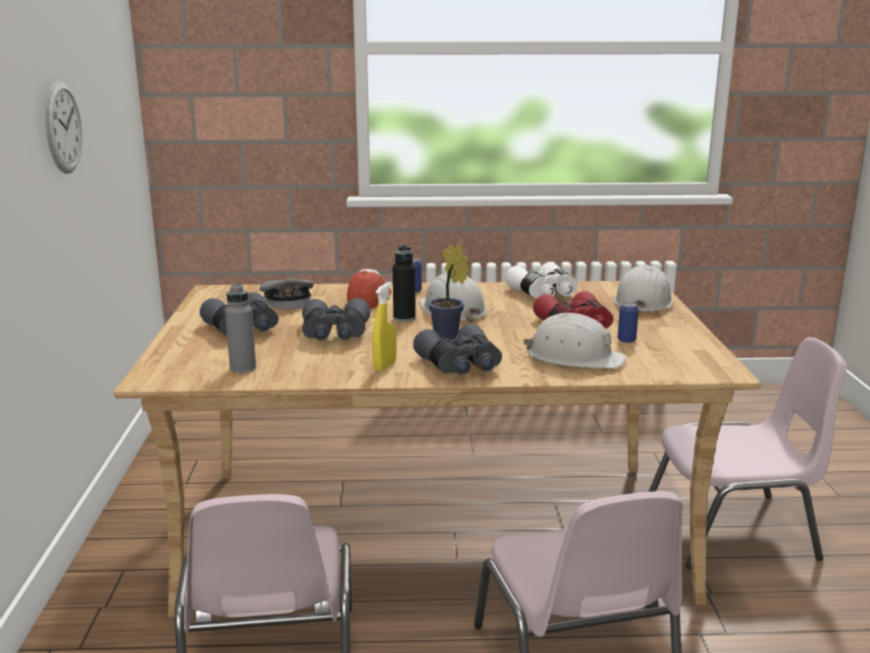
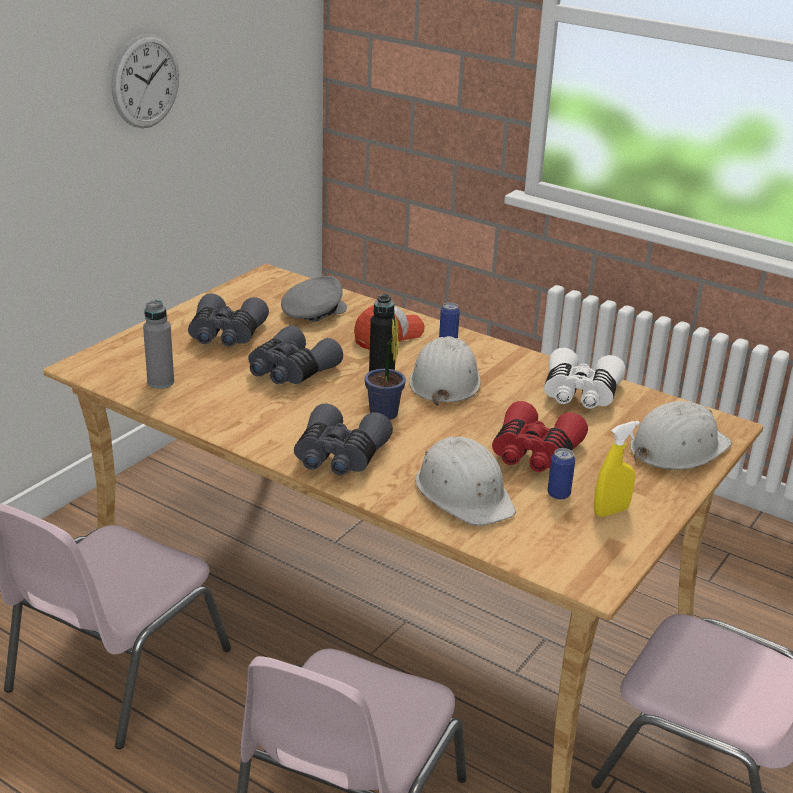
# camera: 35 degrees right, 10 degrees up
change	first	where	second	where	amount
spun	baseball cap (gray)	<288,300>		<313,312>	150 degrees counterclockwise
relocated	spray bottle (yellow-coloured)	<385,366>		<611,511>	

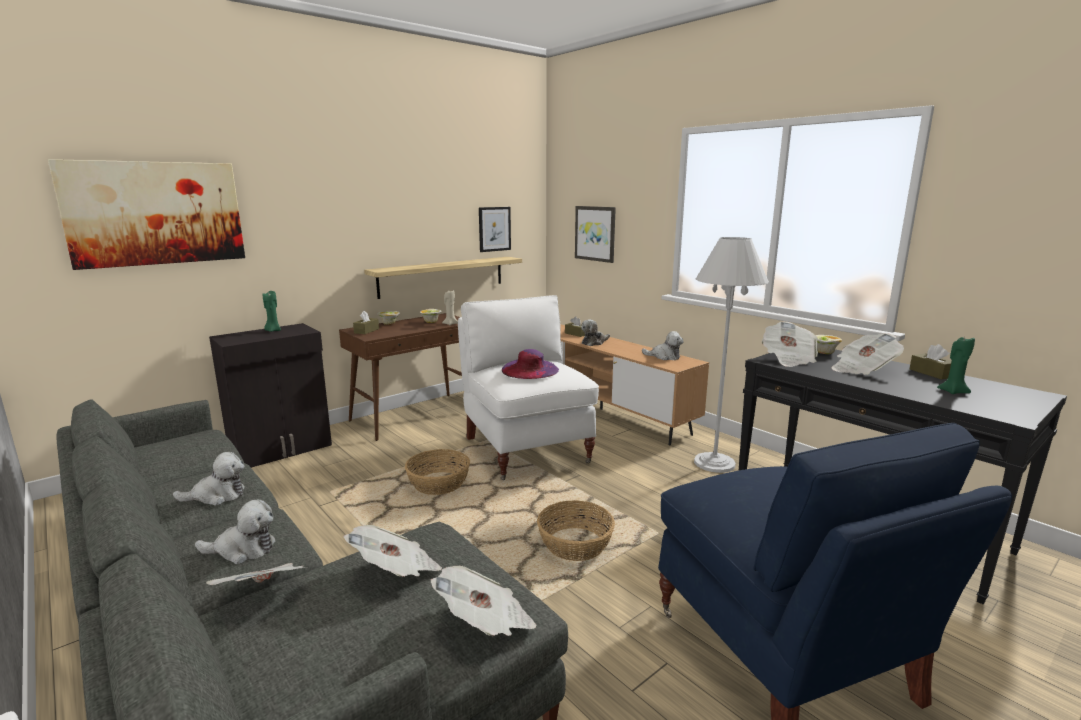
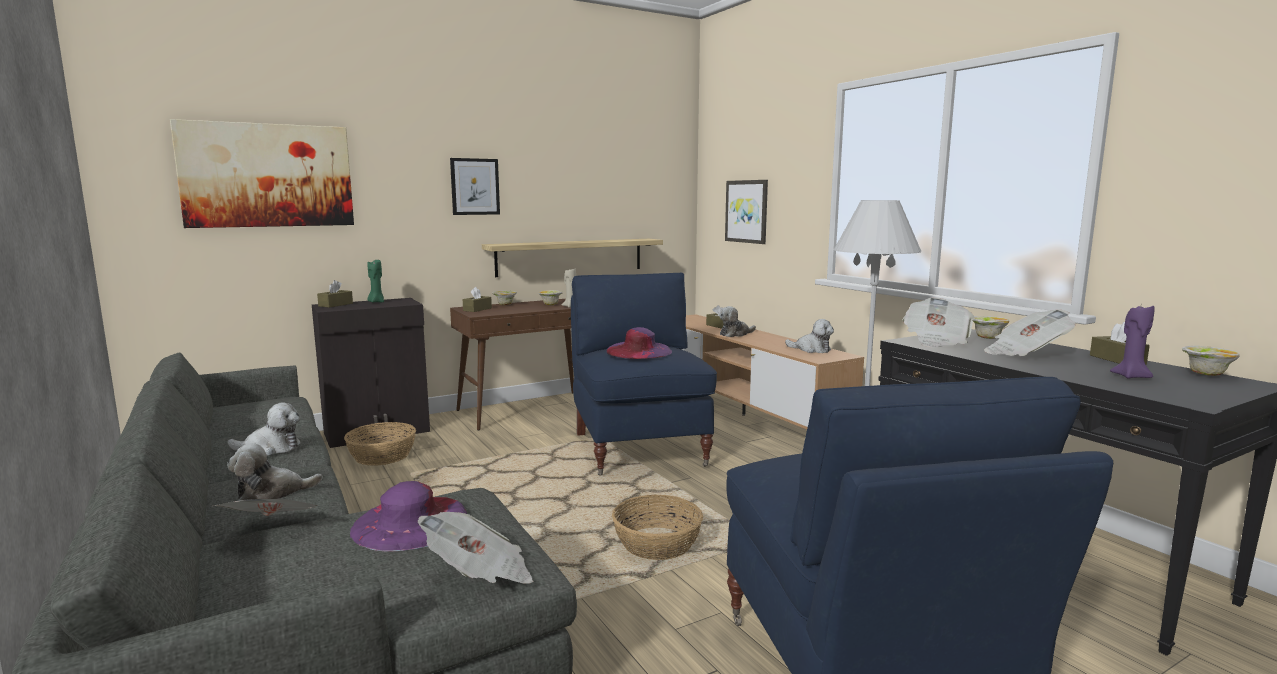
# camera: 10 degrees right, 5 degrees down
change	first	where	second	where	amount
relocated	picture	<494,229>		<475,186>	
colour	easy chair (white)	<526,449>	easy chair (blue-coloured)	<639,448>	
colour	wax light (green)	<953,391>	wax light (purple-coloured)	<1130,376>	
relocated	household basket	<439,483>		<382,456>	
spun	plush toy	<243,549>		<272,493>	150 degrees clockwise
exchanged	printed paper	<396,571>	hat (purple-coloured)	<410,522>	
appeared			tissue holder (brown)	<335,304>	
appeared			bowl	<1205,374>	

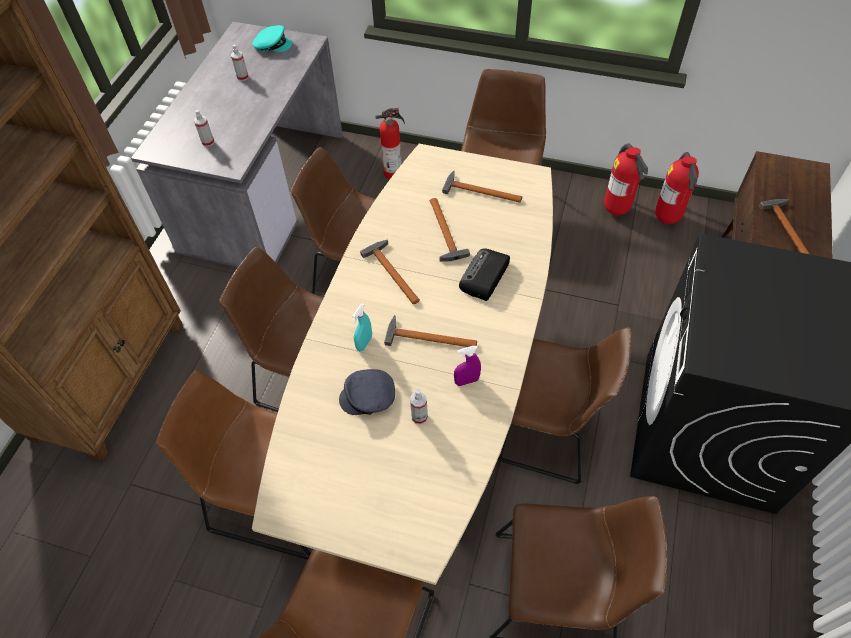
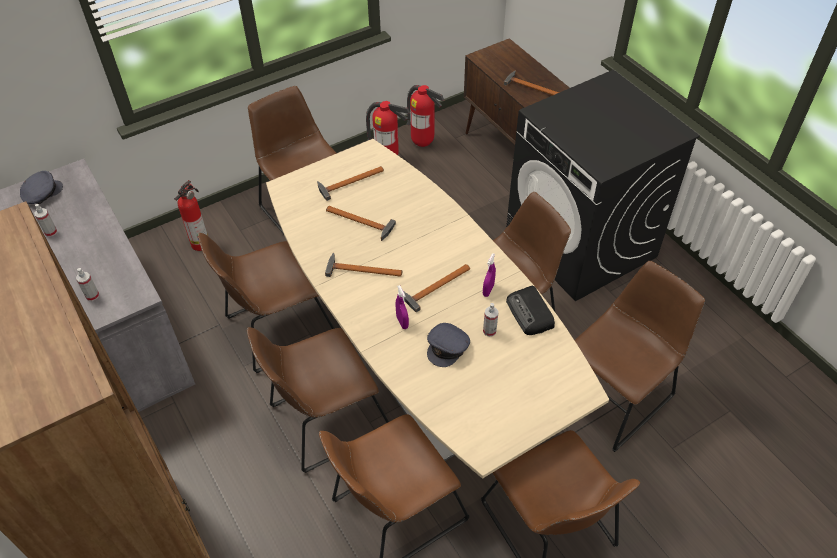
# camera: 50 degrees left, 5 degrees down
change	first	where	second	where	amount
colour	baseball cap (blue-green)	<272,45>	baseball cap (gray)	<41,193>	
relocated	radio set	<484,277>		<530,314>	
colour	spray bottle (blue-green)	<364,343>	spray bottle (purple-coloured)	<402,322>	

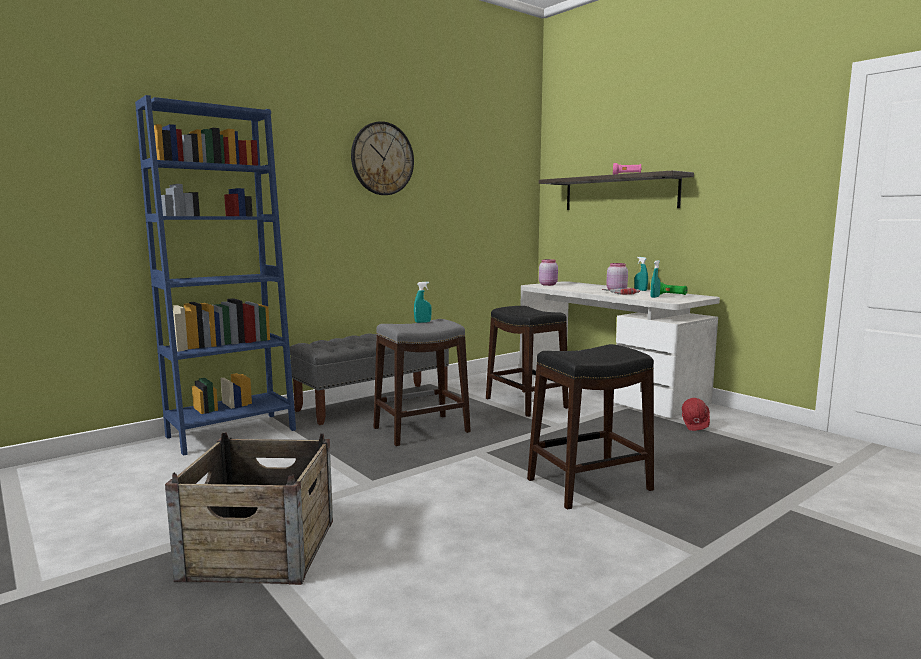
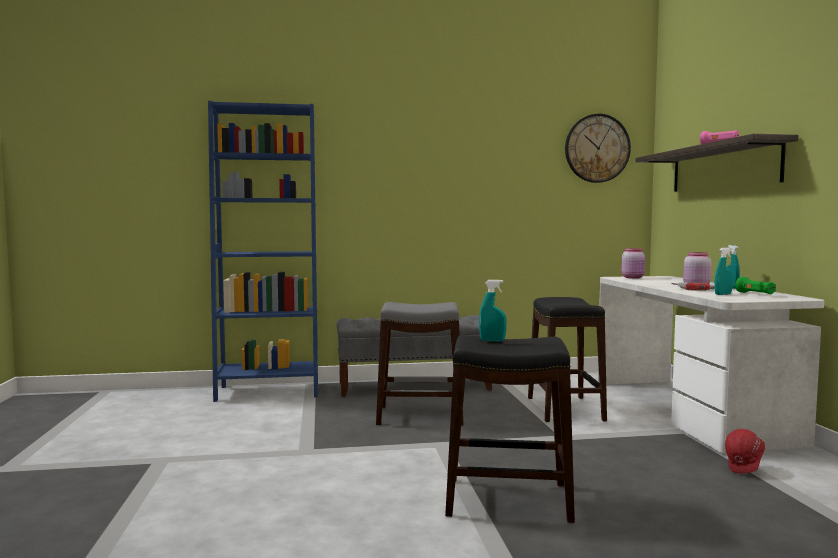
# camera: 30 degrees right, 5 degrees down
change	first	where	second	where	amount
relocated	wall clock	<382,159>		<597,148>	
relocated	spray bottle (blue-green)	<422,322>		<492,340>	
missing	crate	<260,548>			

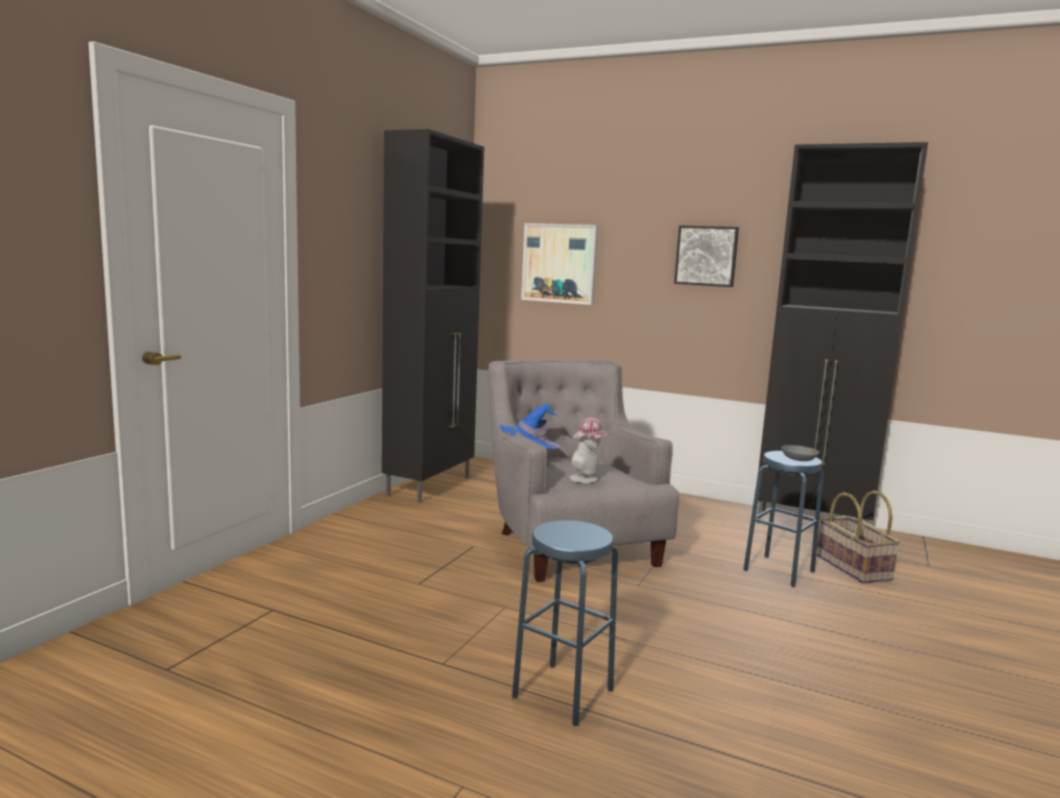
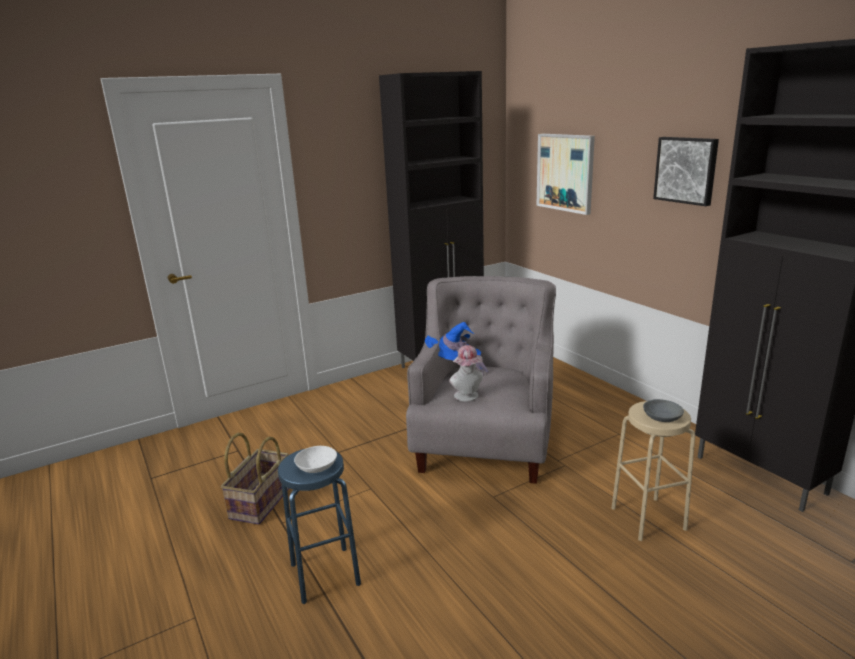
# camera: 35 degrees right, 10 degrees up
change	first	where	second	where	amount
colour	stool seat (blue-coloured)	<779,571>	stool seat (beige-coloured)	<648,518>	
relocated	household basket	<851,567>		<260,501>	
appeared			bowl (white)	<317,466>	

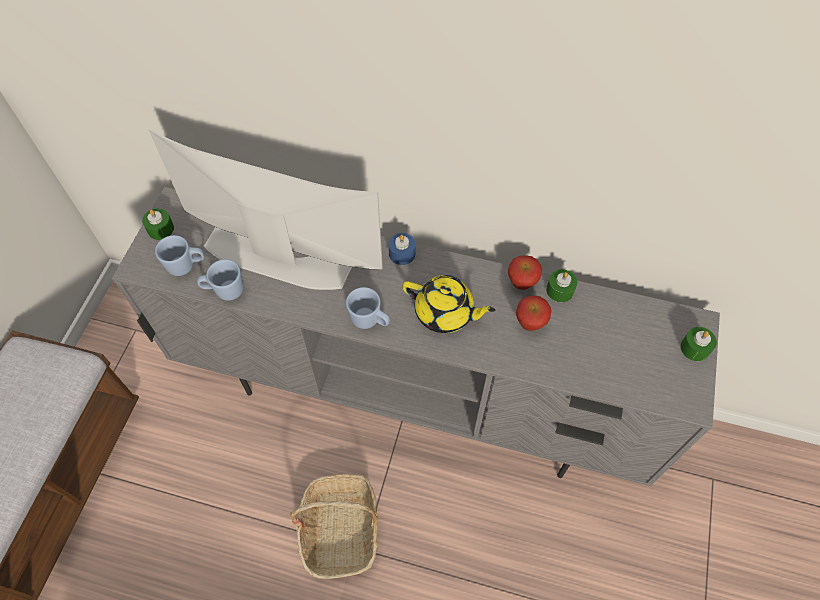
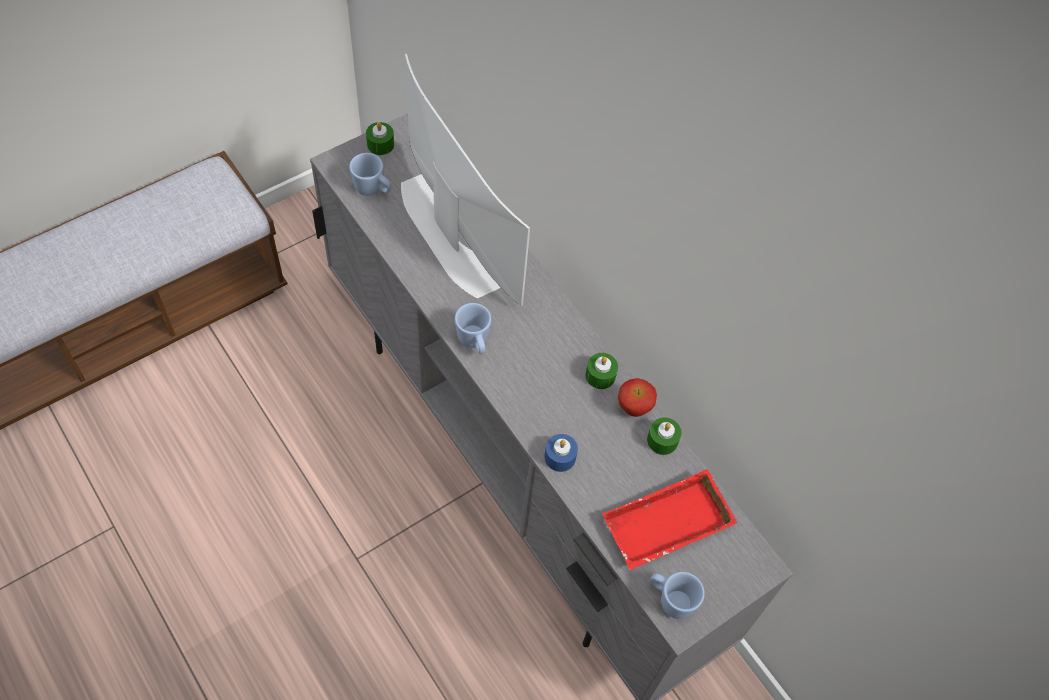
# camera: 35 degrees right, 0 degrees up
change	first	where	second	where	amount
relocated	wax light (blue-coloured)	<402,253>		<560,457>	
relocated	tea mug (blue-coloured)	<224,291>		<671,599>	
missing	tea pot (yellow-coloured)	<445,313>			
missing	apple fruit	<529,324>			
relocated	wax light (green)	<694,348>		<600,375>	
missing	household basket	<340,529>			
appeared			serving tray (reddish)	<667,528>	

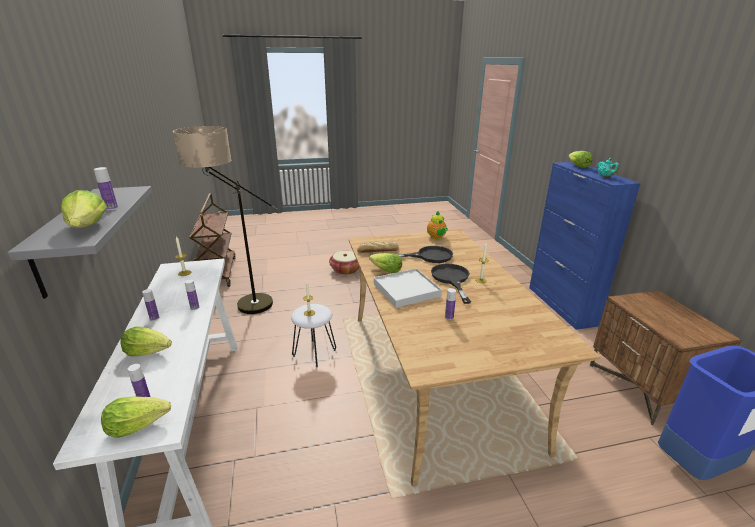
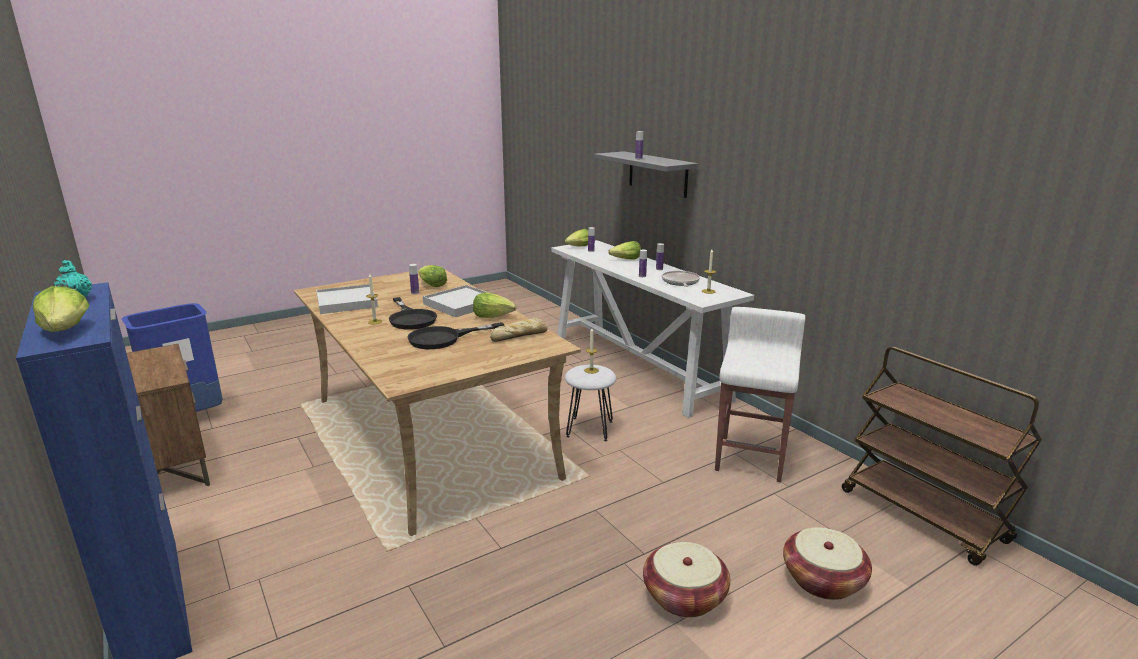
# camera: 160 degrees right, 5 degrees down
change	first	where	second	where	amount
exchanged	standard lamp	<243,310>	stool seat (white)	<751,457>	
relocated	lettuce	<88,227>		<431,285>	
missing	tea pot	<436,237>			
appeared			skillet	<680,282>	
appeared			serving tray (white)	<346,302>	
appeared			household basket	<823,580>	

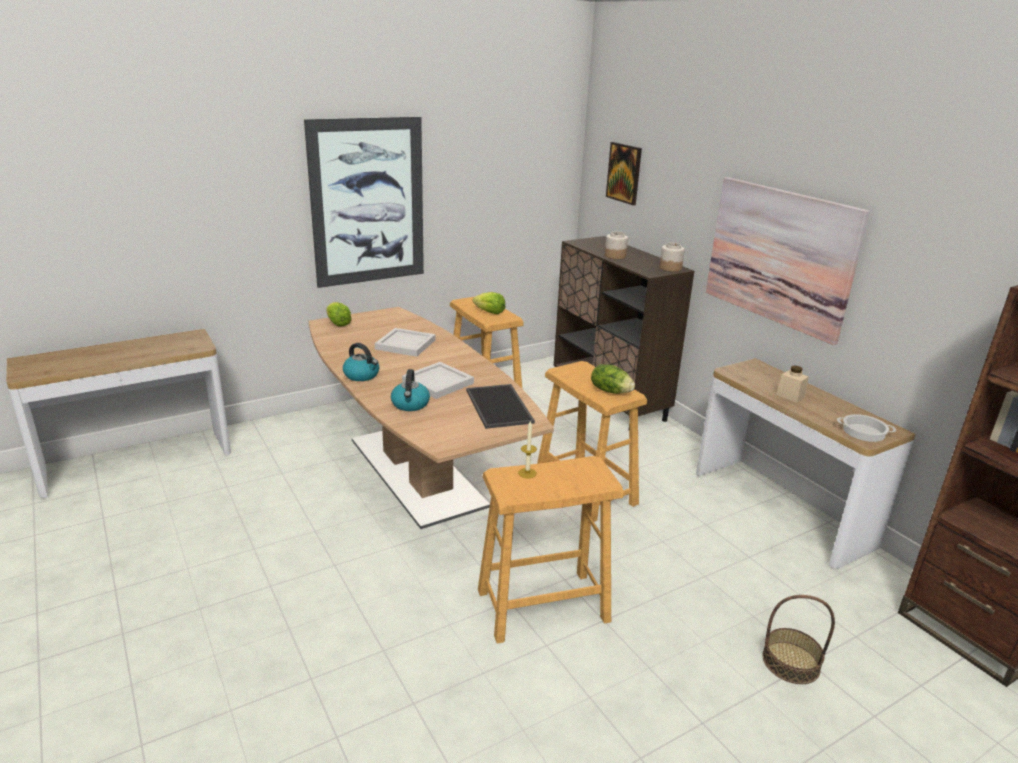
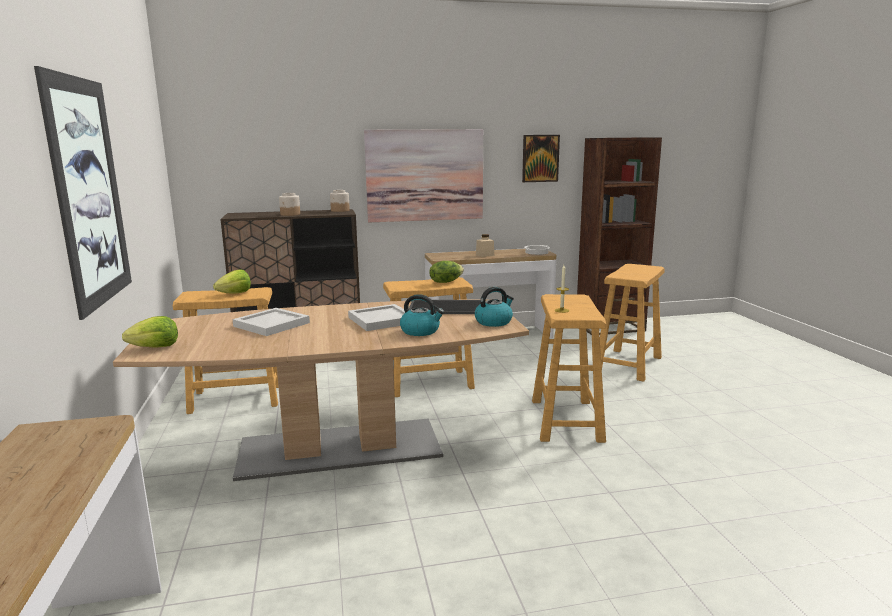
# camera: 70 degrees left, 10 degrees down
change	first	where	second	where	amount
relocated	picture	<624,173>		<540,158>	
relocated	water kettle	<362,375>		<494,322>	
exchanged	household basket	<791,662>	stool seat (beige-coloured)	<628,364>	

